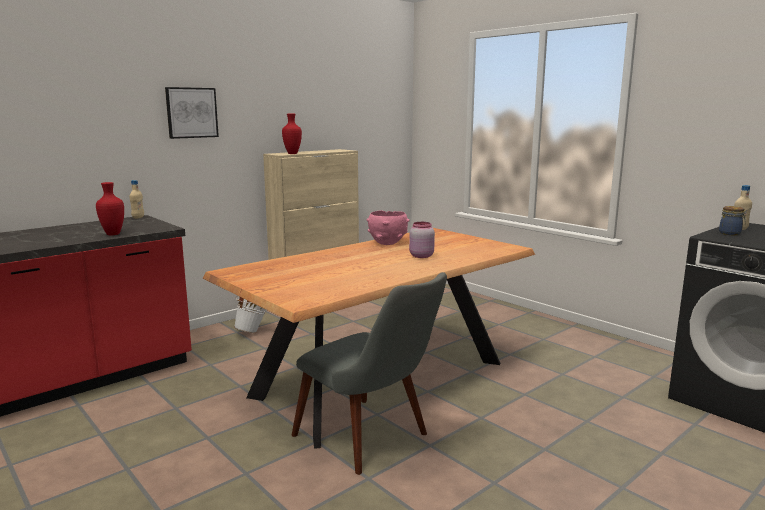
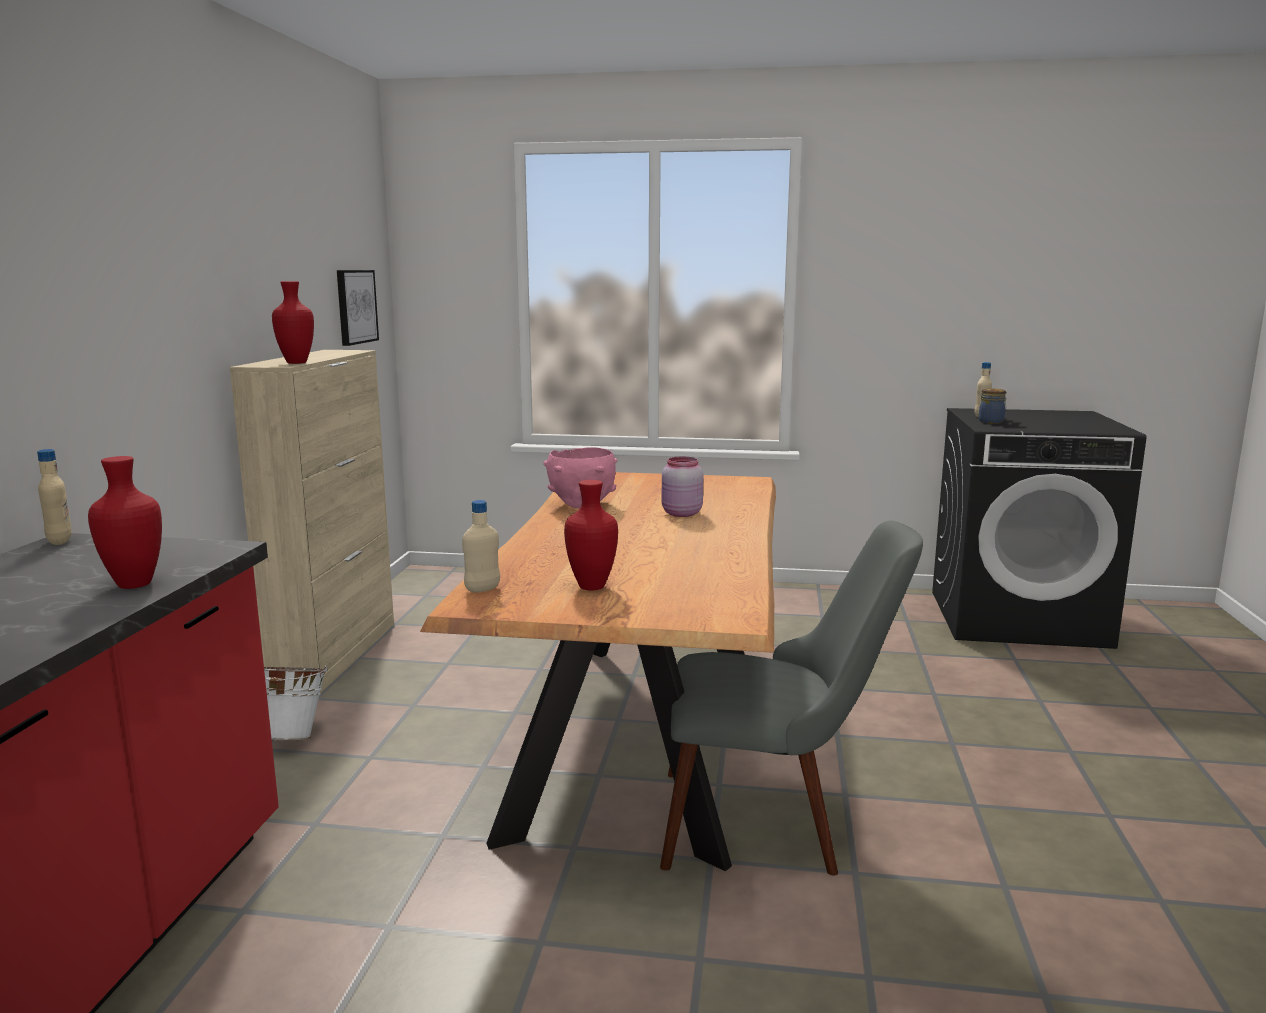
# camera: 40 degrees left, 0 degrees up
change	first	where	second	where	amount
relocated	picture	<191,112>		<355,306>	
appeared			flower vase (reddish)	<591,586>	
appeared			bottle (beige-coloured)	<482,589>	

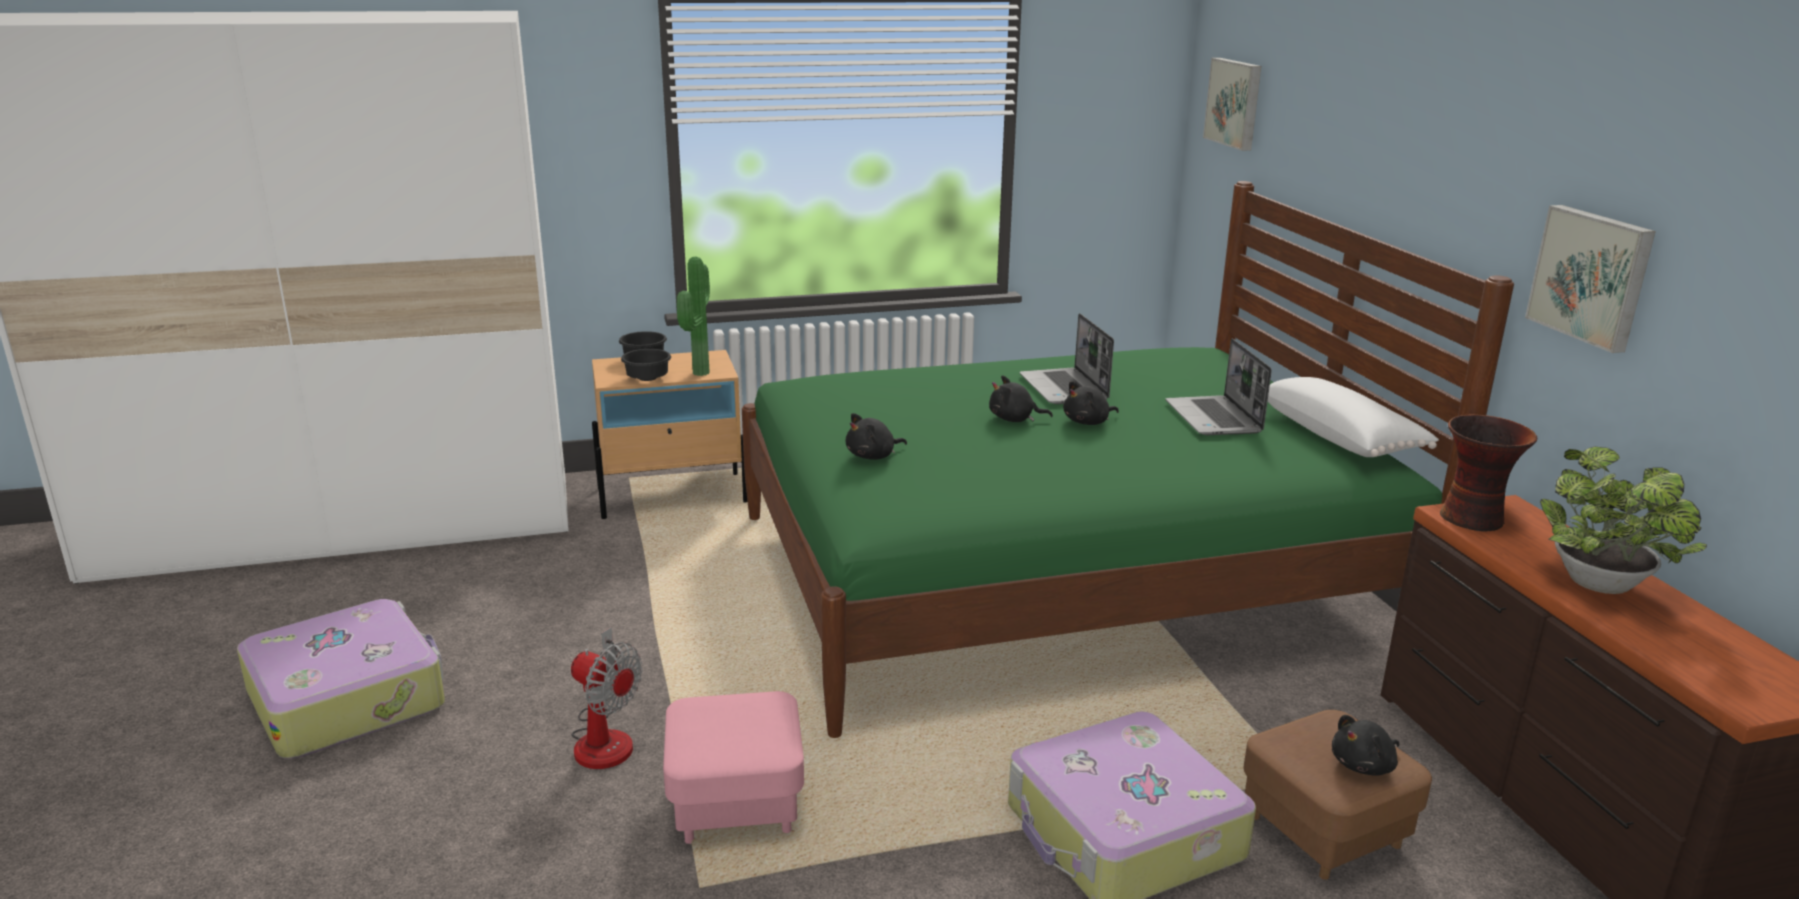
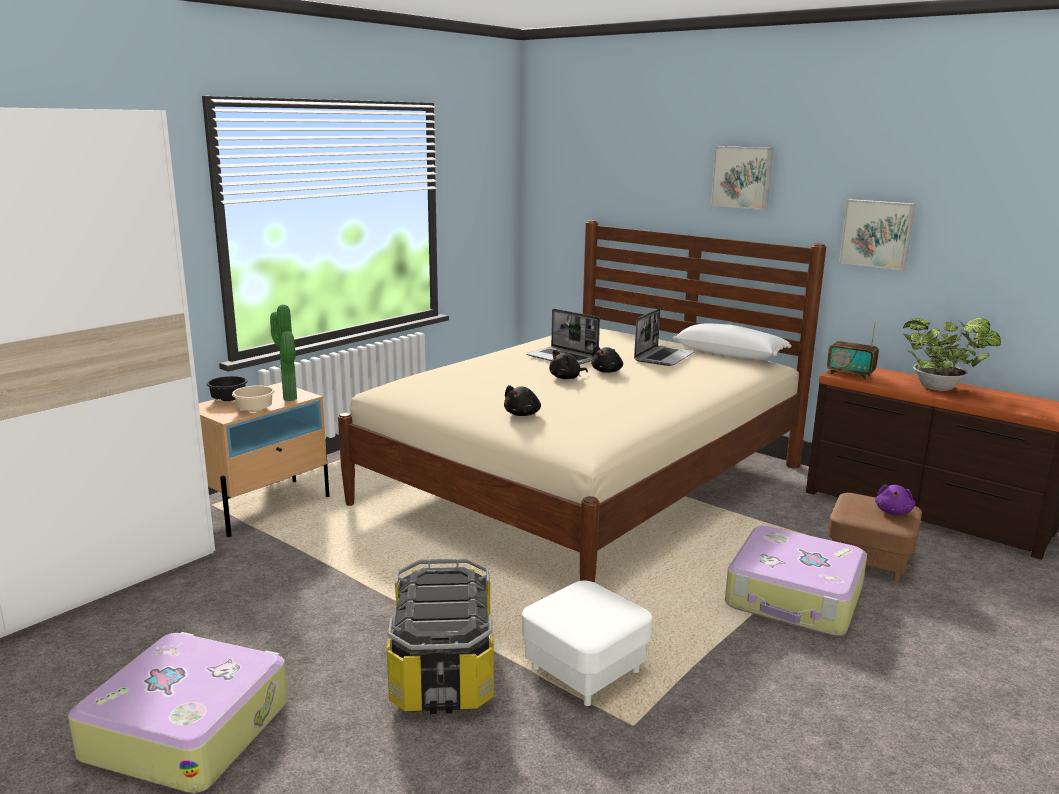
# camera: 35 degrees left, 5 degrees down
change	first	where	second	where	amount
relocated	picture	<1235,103>		<742,177>	
colour	bedroom bed (green)	<1058,578>	bedroom bed (beige-coloured)	<585,484>	
spun	laptop	<1215,418>		<664,357>	105 degrees counterclockwise
colour	bowl (black-coloured)	<647,378>	bowl (beige-coloured)	<254,409>	
exchanged	flower vase	<1474,519>	radio set	<850,374>	
exchanged	fan	<606,737>	storage box	<442,669>	
colour	ottoman (pink-coloured)	<736,804>	ottoman (white)	<584,671>	
colour	plush toy (black-coloured)	<1364,766>	plush toy (purple-coloured)	<893,511>	

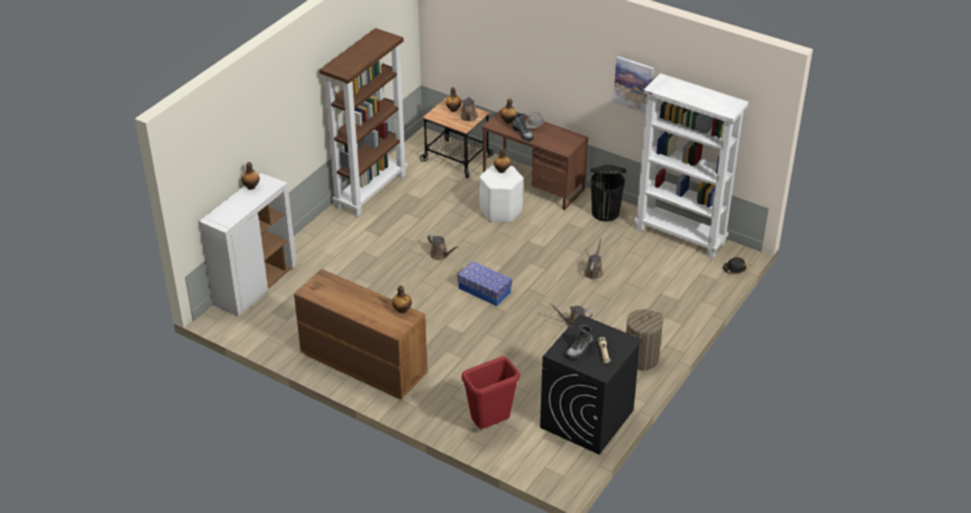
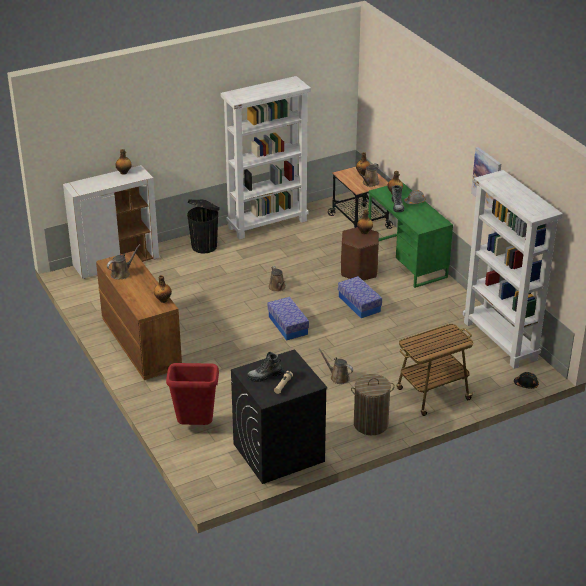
# camera: 30 degrees right, 5 degrees down
change	first	where	second	where	amount
colour	bookcase (brown)	<370,190>	bookcase (white)	<267,224>	
colour	desk (brown)	<533,184>	desk (green)	<406,260>	
colour	stool seat (white)	<500,211>	stool seat (brown)	<358,271>	
relocated	waste bin (black-coloured)	<605,212>		<204,246>	
relocated	sprinkling can (brown)	<594,271>		<122,273>	
appeared			storage box	<359,304>	
appeared			cart	<432,395>	

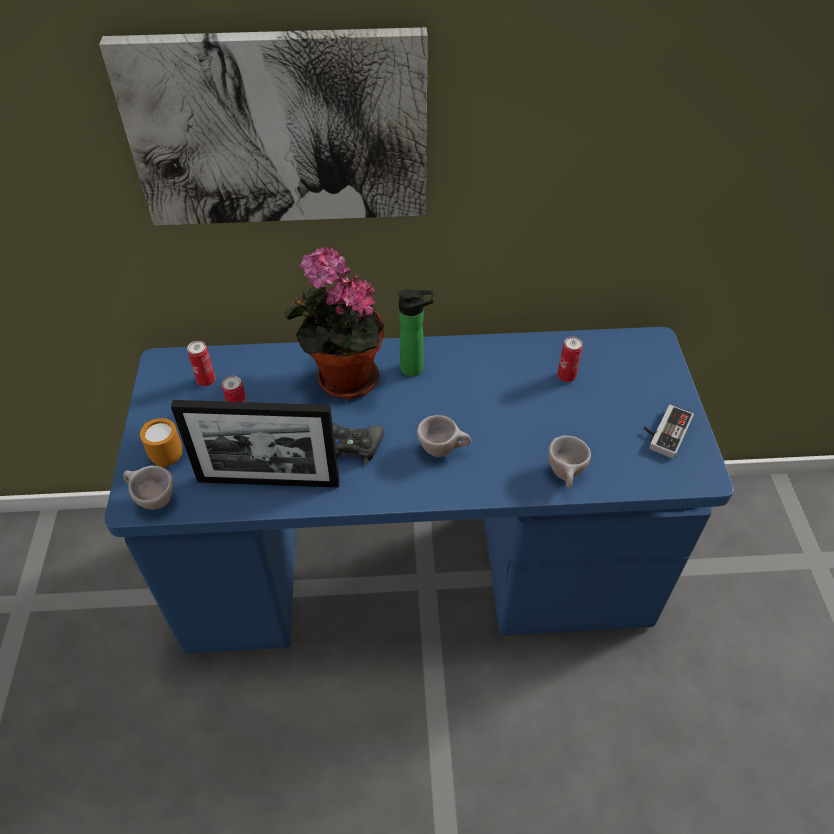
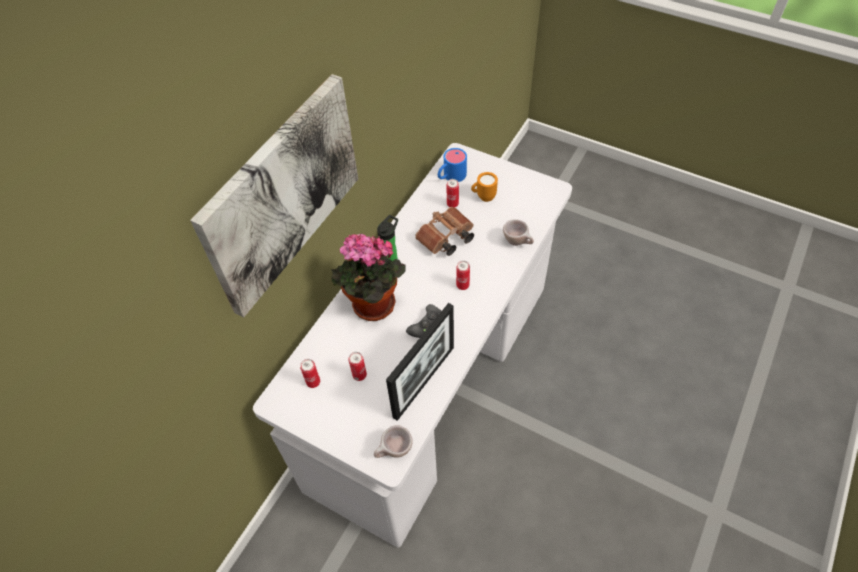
# camera: 55 degrees left, 5 degrees up
change	first	where	second	where	amount
colour	desk (blue-coloured)	<416,572>	desk (white)	<433,382>	
missing	game controller	<664,431>			
exchanged	drinking cup (beige-coloured)	<443,450>	metal can	<462,285>	
relocated	tea mug (orange)	<165,455>		<483,197>	
appeared			tea mug (blue-coloured)	<451,176>	
appeared			field glasses (brown)	<445,239>	

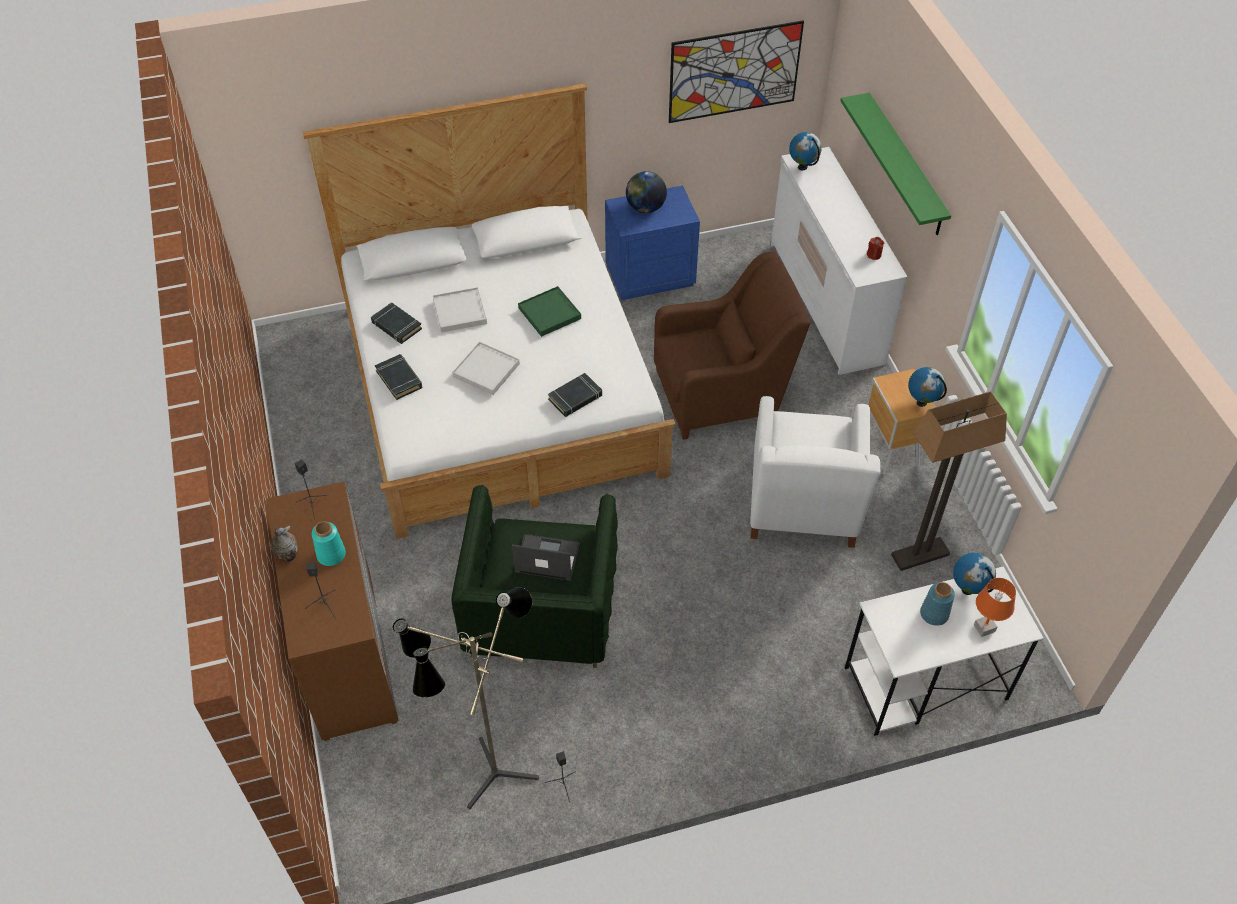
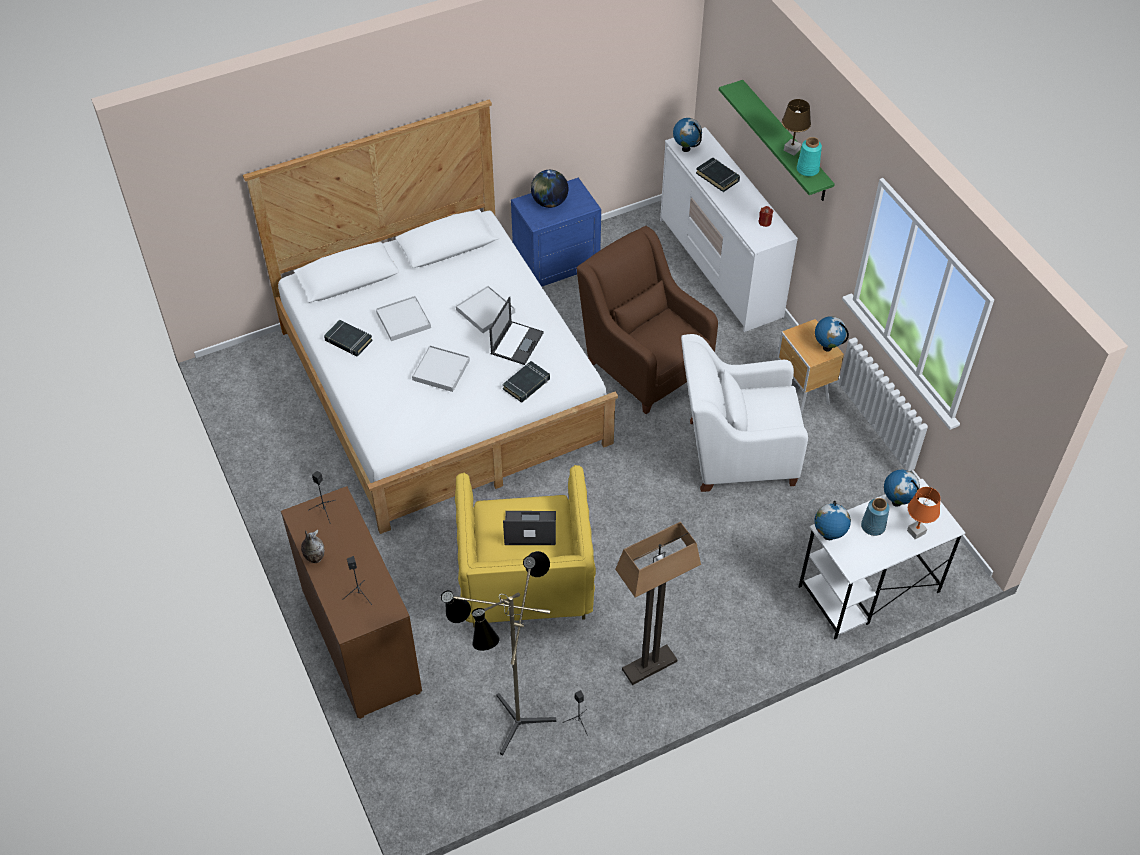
# camera: 10 degrees left, 0 degrees up
change	first	where	second	where	amount
missing	picture	<734,72>			
spun	easy chair (brown)	<722,394>		<644,363>	105 degrees counterclockwise
colour	serving tray (green)	<550,313>	serving tray (white)	<485,311>	
relocated	bound book (black-coloured)	<399,379>		<718,177>	
relocated	standard lamp	<920,555>		<649,666>	
spun	easy chair (white)	<802,505>		<735,452>	90 degrees clockwise
colour	easy chair (green)	<541,611>	easy chair (yellow-coloured)	<525,578>	
relocated	flower vase (blue-green)	<331,555>		<808,170>	
appeared			table lamp (brown)	<792,150>	
appeared			laptop	<517,342>	
appeared			world globe	<828,536>	

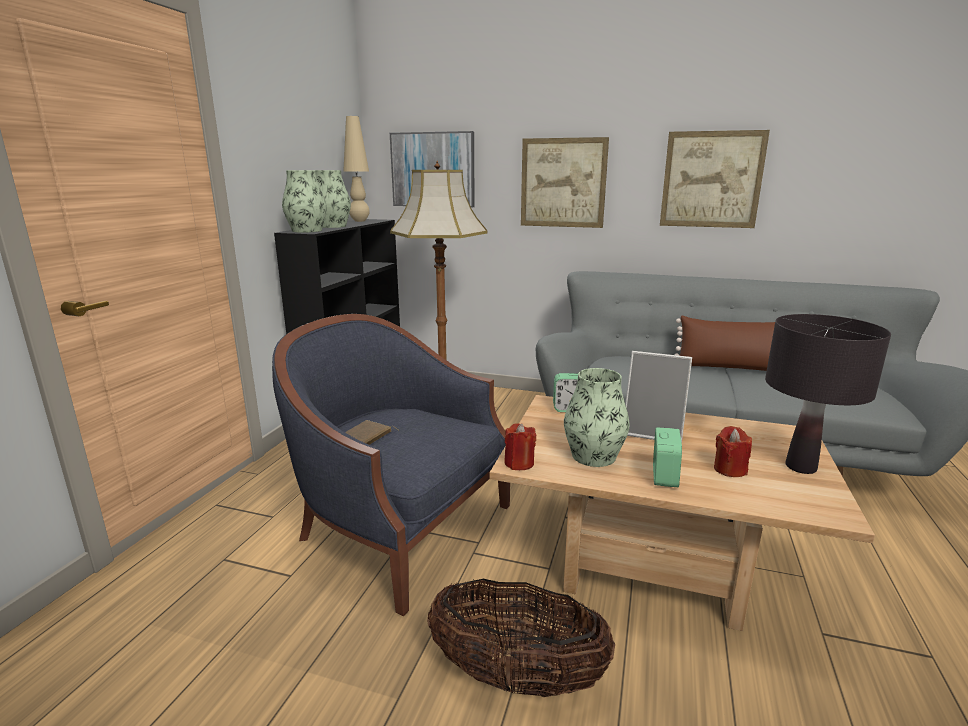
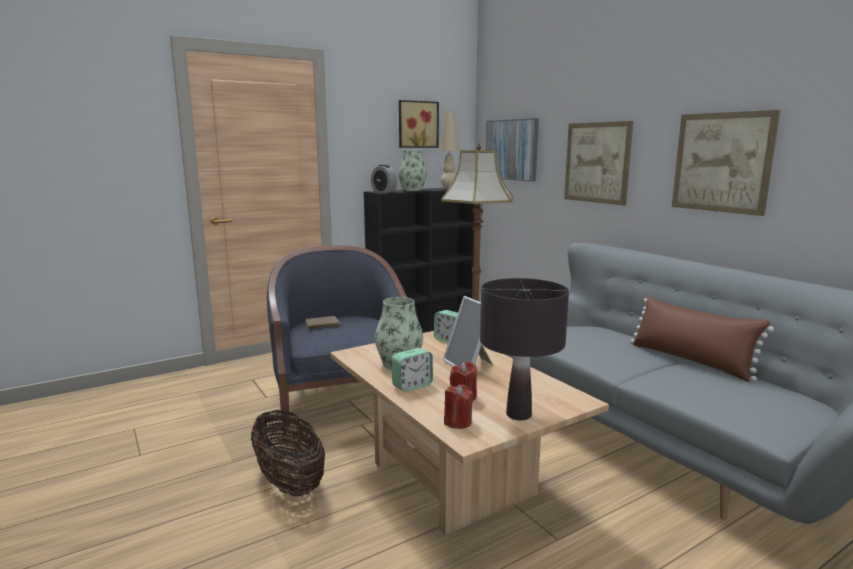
# camera: 40 degrees right, 5 degrees down
change	first	where	second	where	amount
exchanged	flower vase	<307,231>	table clock	<384,191>	
relocated	wax light (reddish)	<519,463>		<457,422>	
appeared			picture	<417,124>	

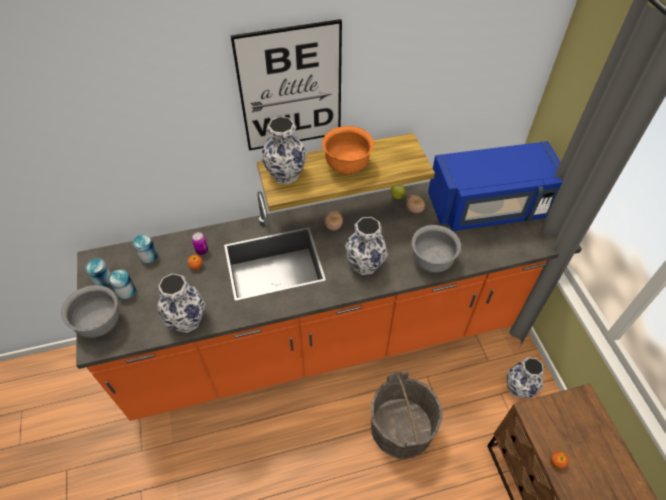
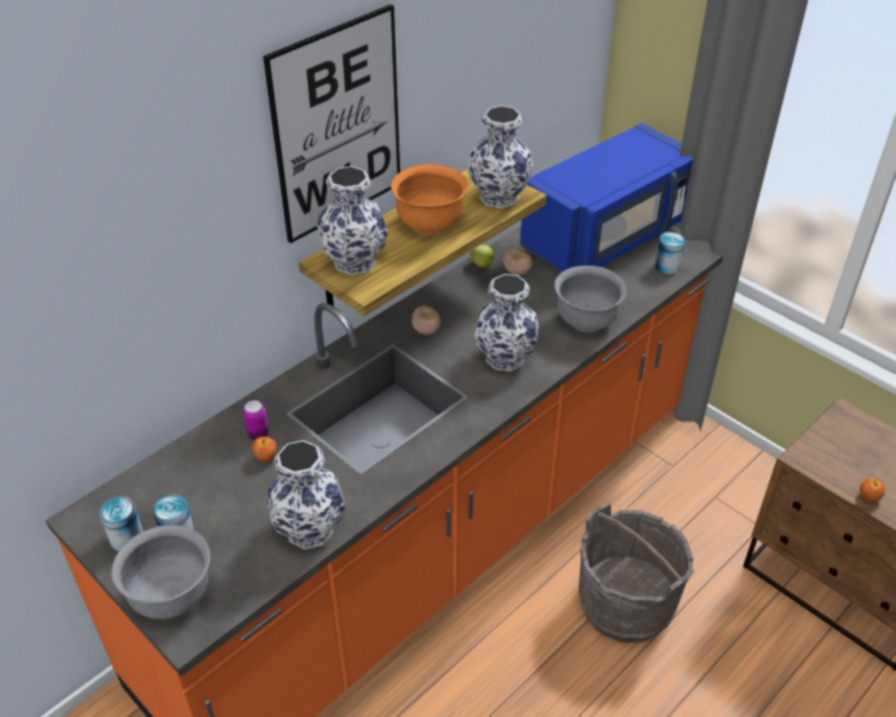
# camera: 30 degrees left, 10 degrees down
change	first	where	second	where	amount
relocated	metal can	<148,256>		<667,266>	
relocated	flower vase	<518,388>		<498,197>	

